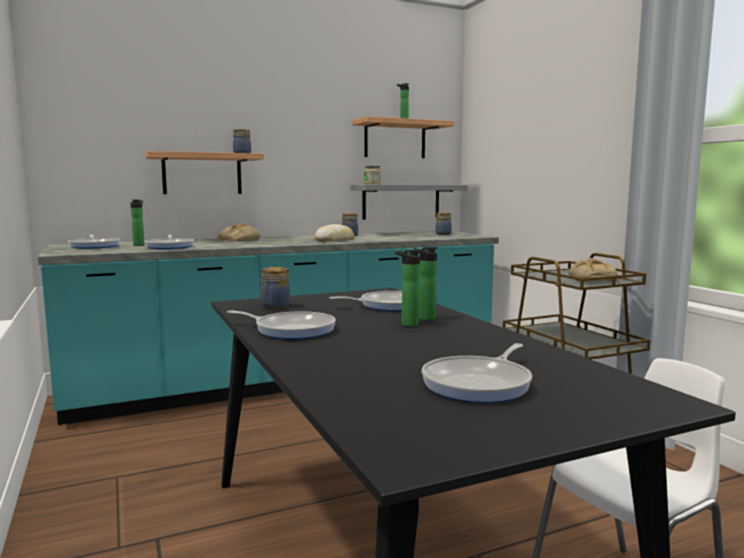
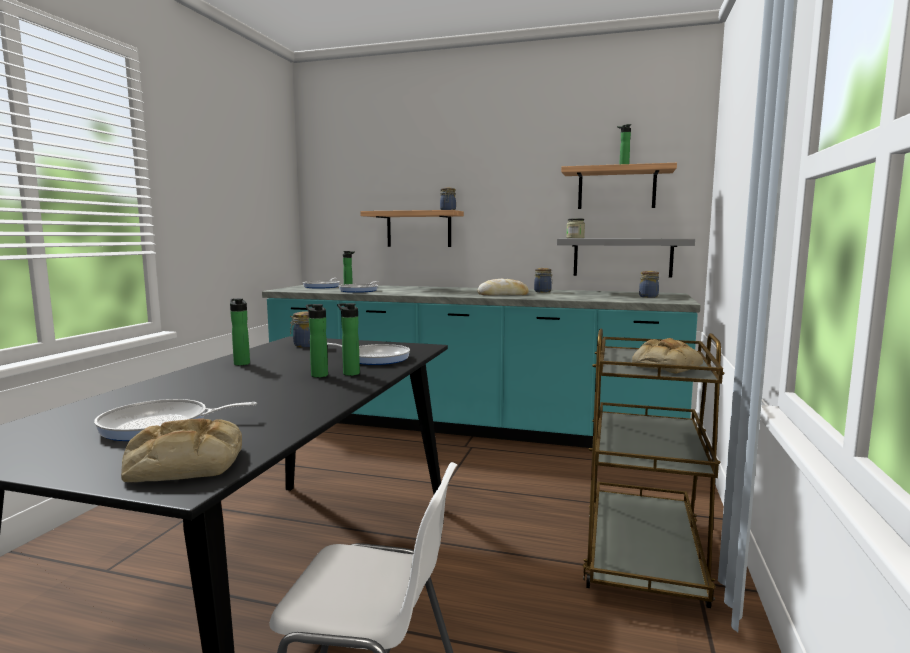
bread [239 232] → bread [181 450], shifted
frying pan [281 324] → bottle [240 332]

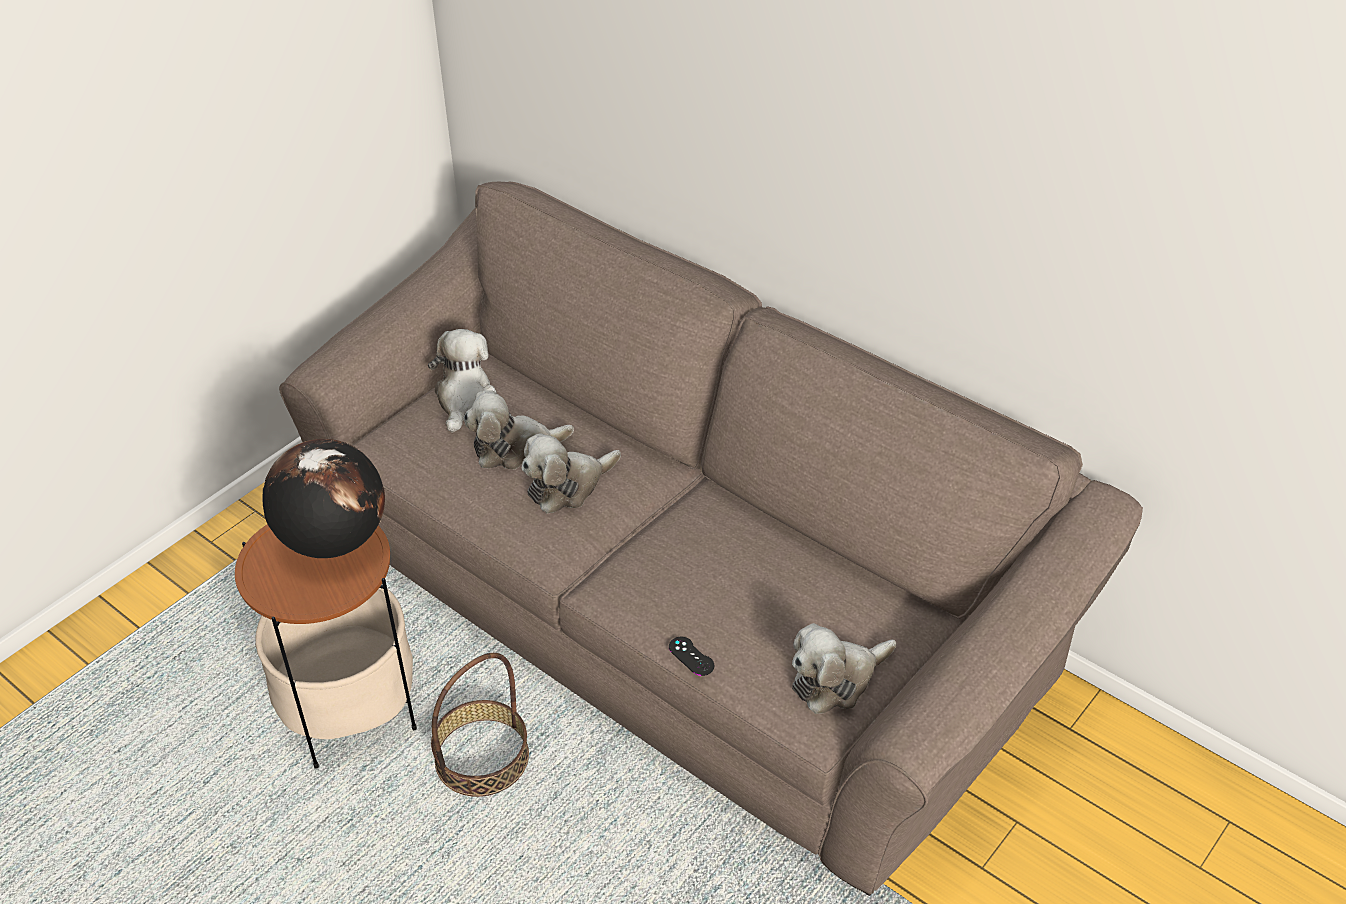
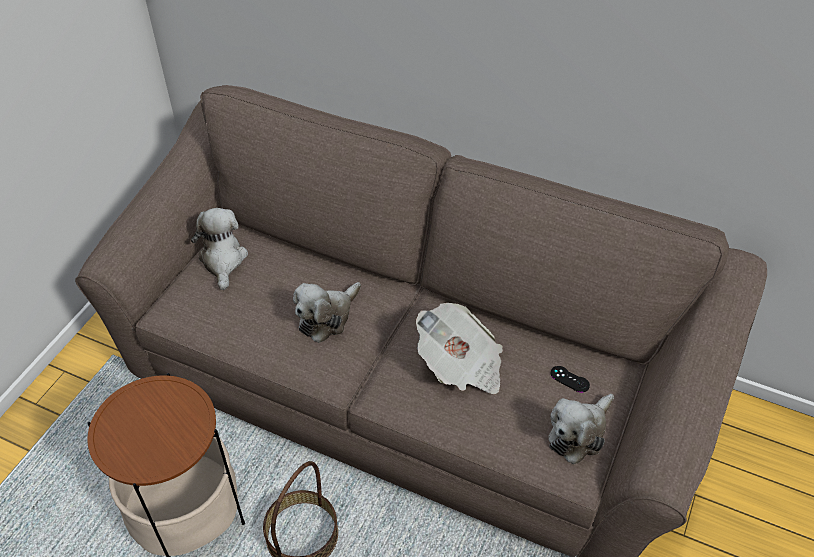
- → printed paper [459 348]
black game controller [691 656] → black game controller [570 379], shifted
desk globe [323 498] → -
plush toy [518 430] → -

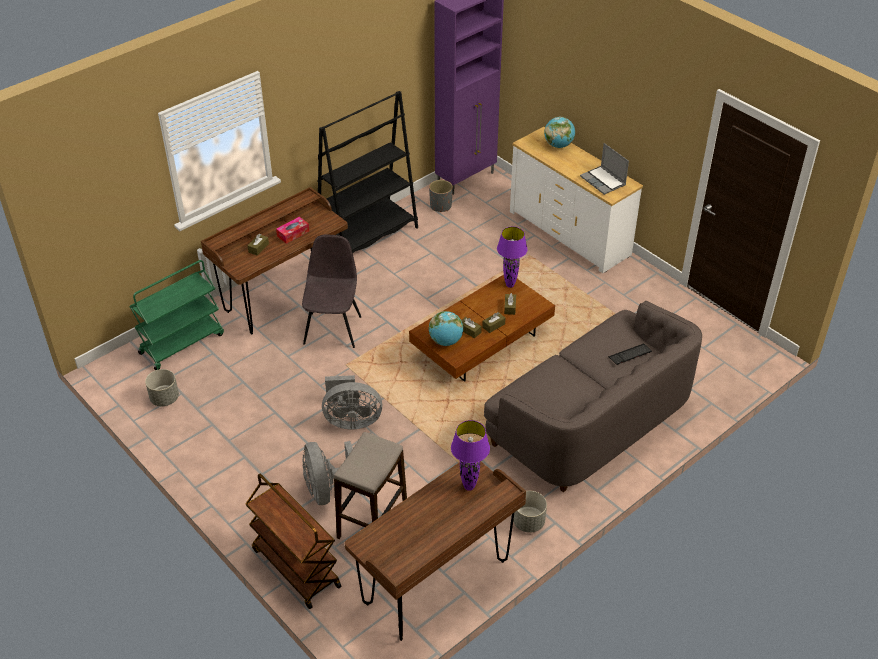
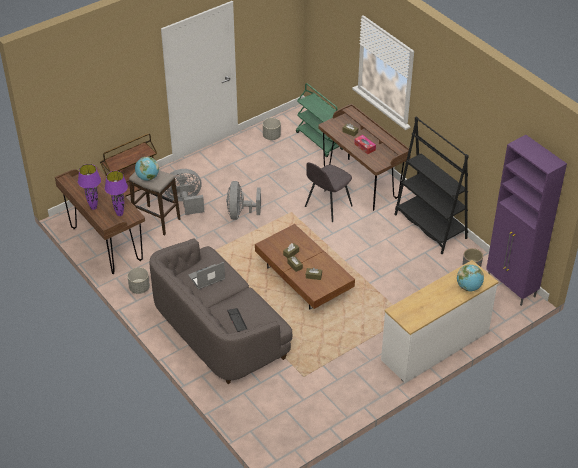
purple-coloured tabletop lamp [512 257] → purple-coloured tabletop lamp [89 187], shifted
desk globe [446 328] → desk globe [147 169], shifted
notebook computer [604 169] → notebook computer [206 276], shifted
grey plain chair [331 291] → grey plain chair [329 192], 120 degrees clockwise

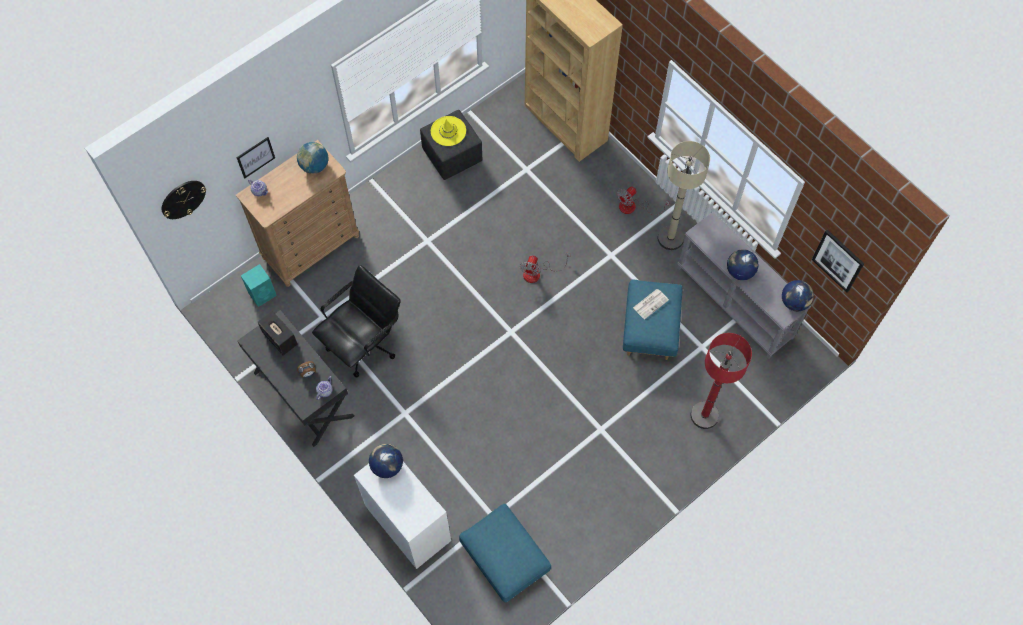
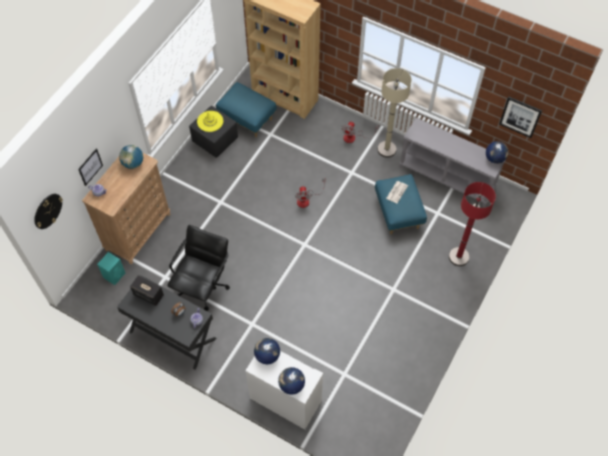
bluish footrest [505 553] → bluish footrest [246 109], shifted
desk globe [743 264] → desk globe [291 381], shifted

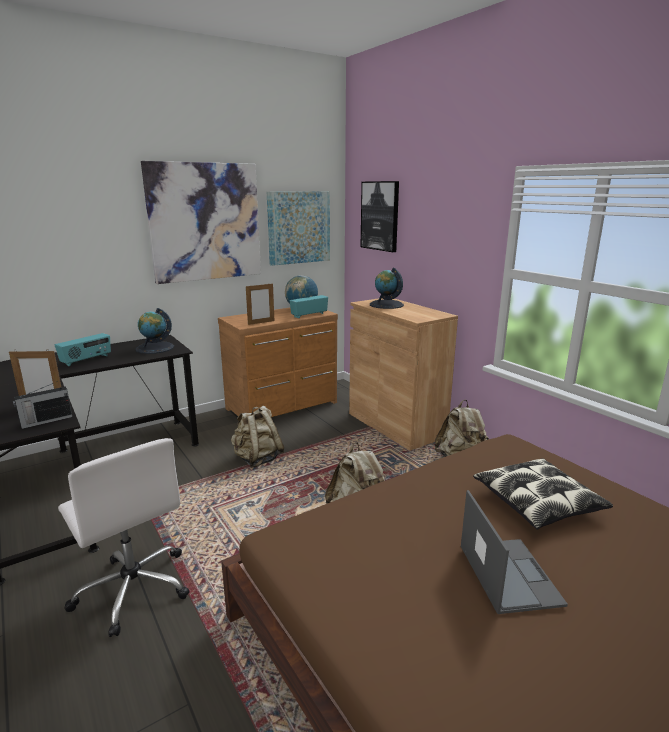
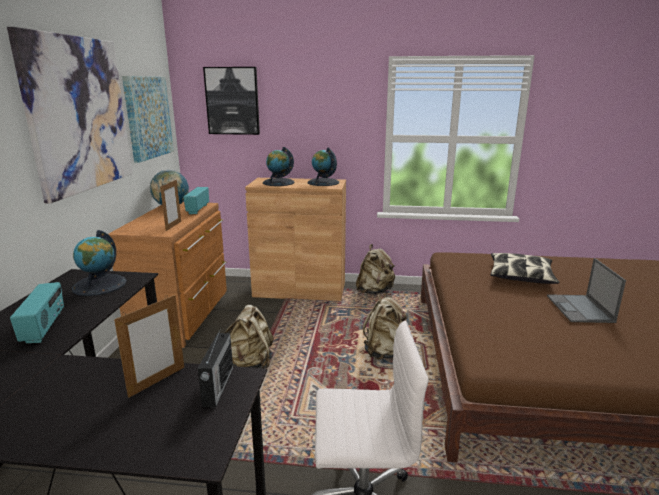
- → desk globe [323 167]
notebook computer [514 552] → notebook computer [586 290], 120 degrees counterclockwise

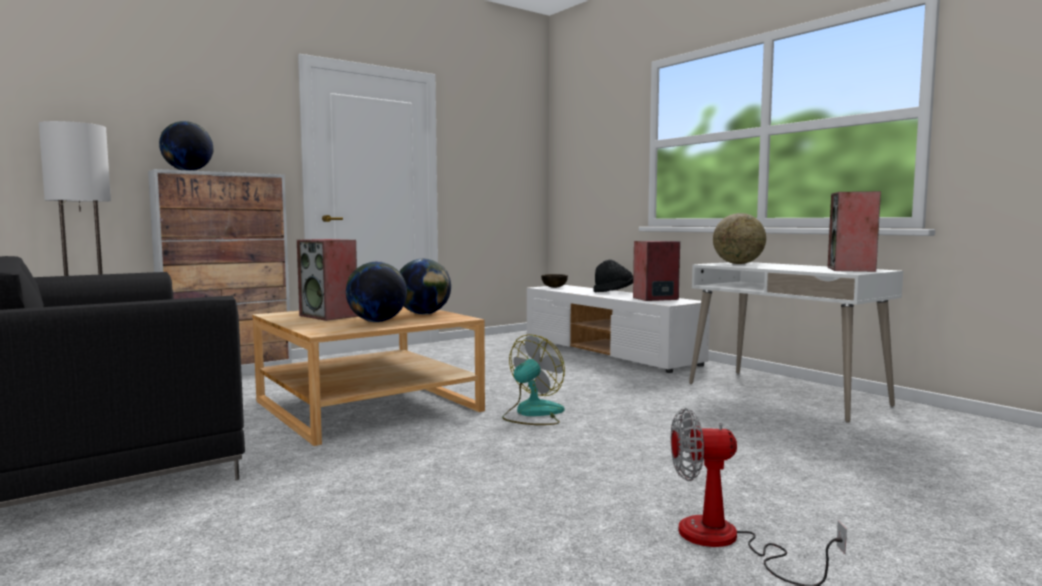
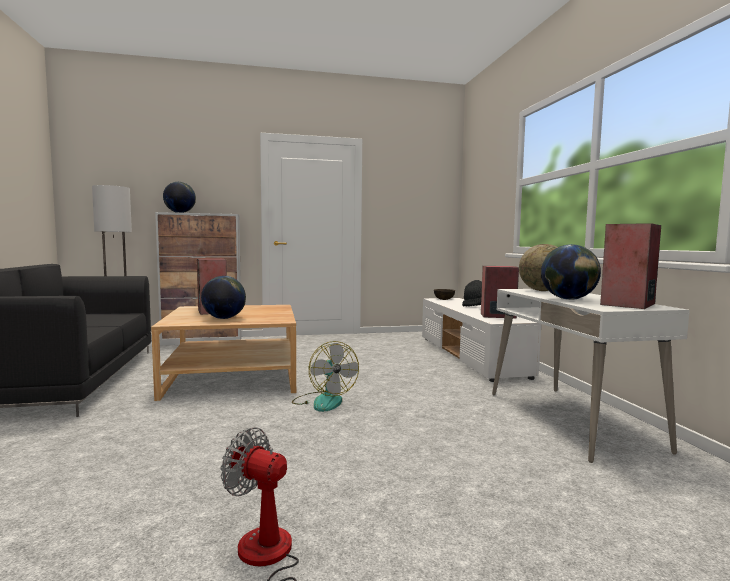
fan [533 379] → fan [325 376], 90 degrees clockwise
desk globe [425 287] → desk globe [571 272], shifted

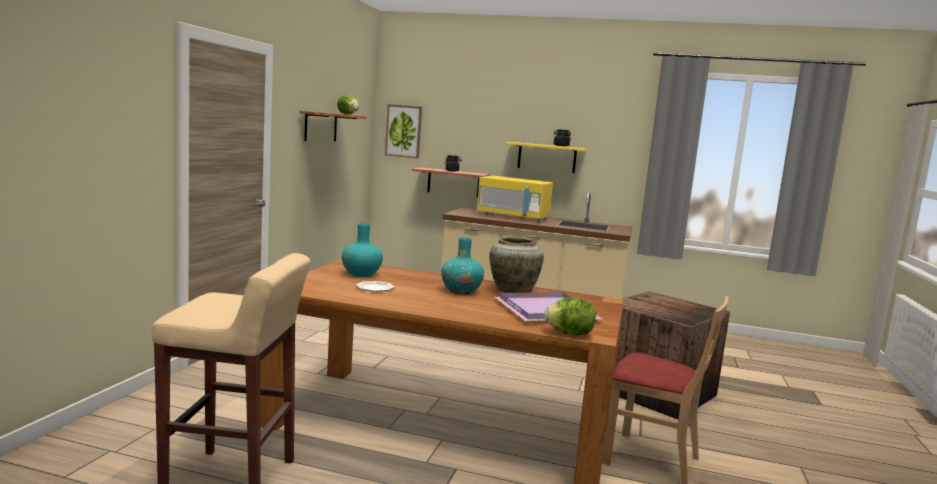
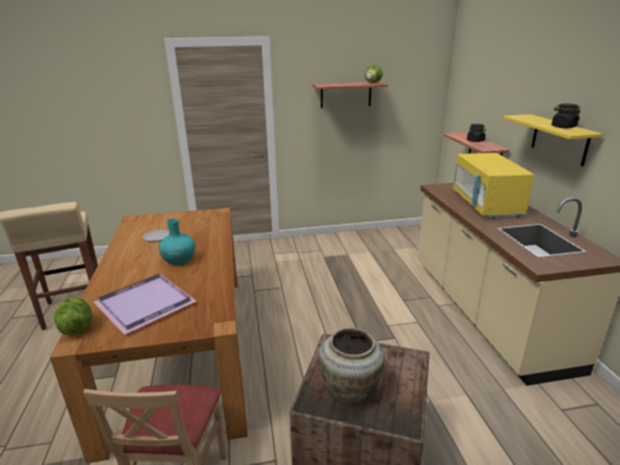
beige-coloured flower vase [516 265] → beige-coloured flower vase [351 366], shifted
turquoise-coloured flower vase [362 250] → -
picture [403 131] → -

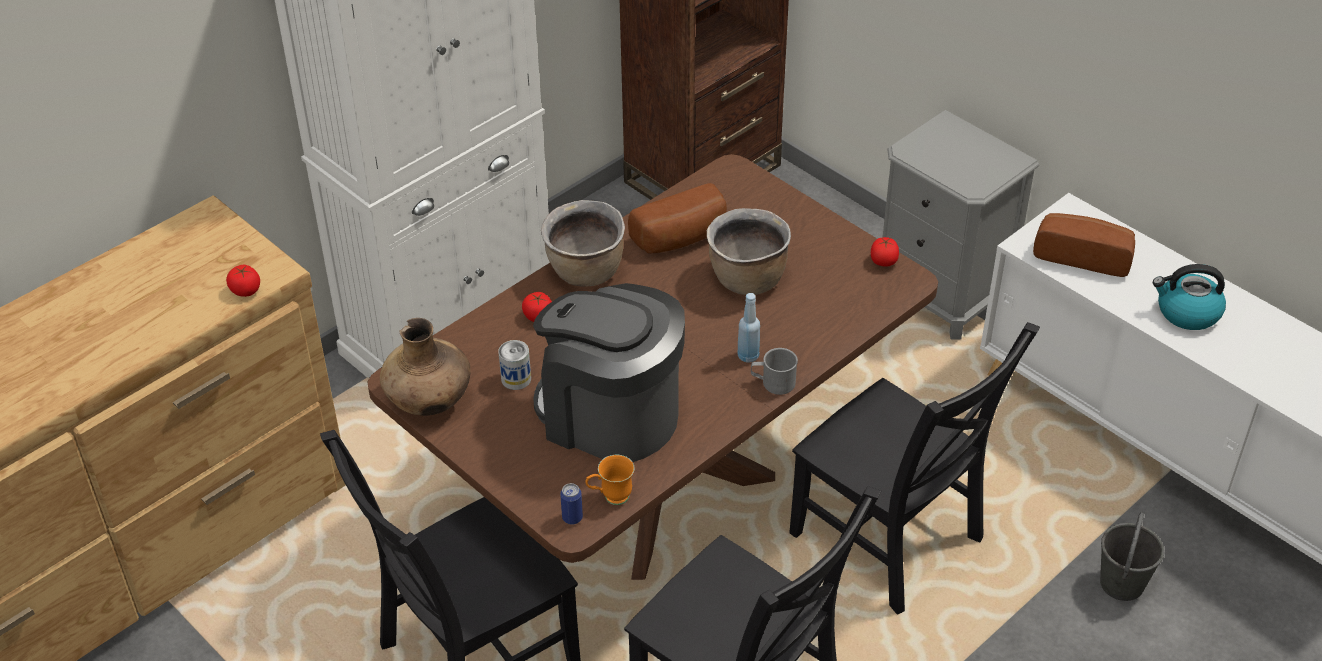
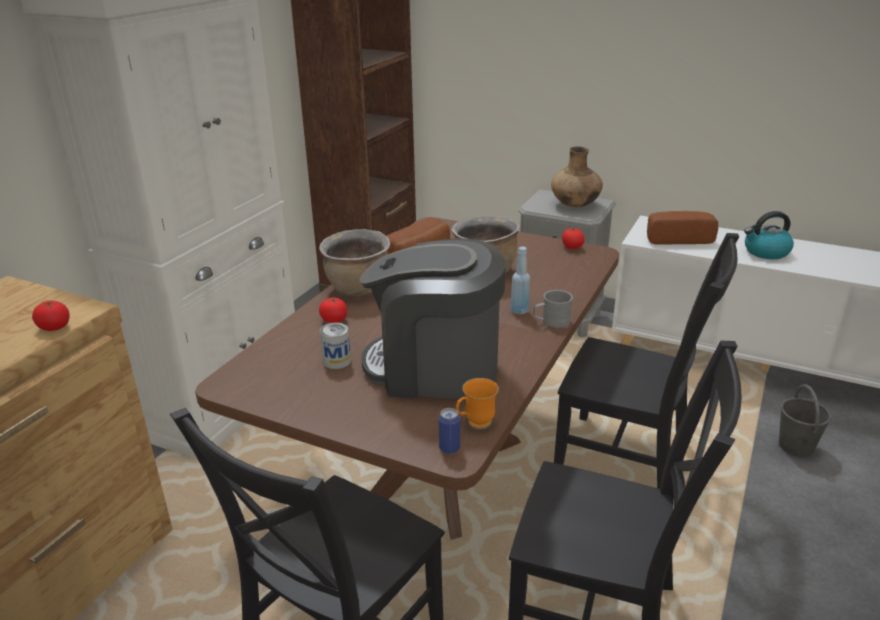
brown flower vase [425 367] → brown flower vase [577 176], shifted

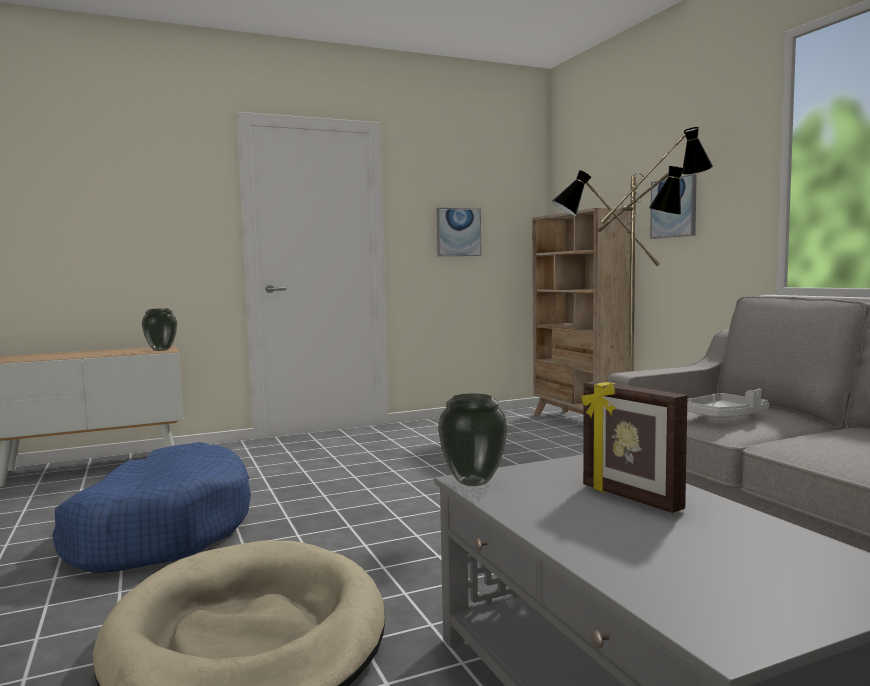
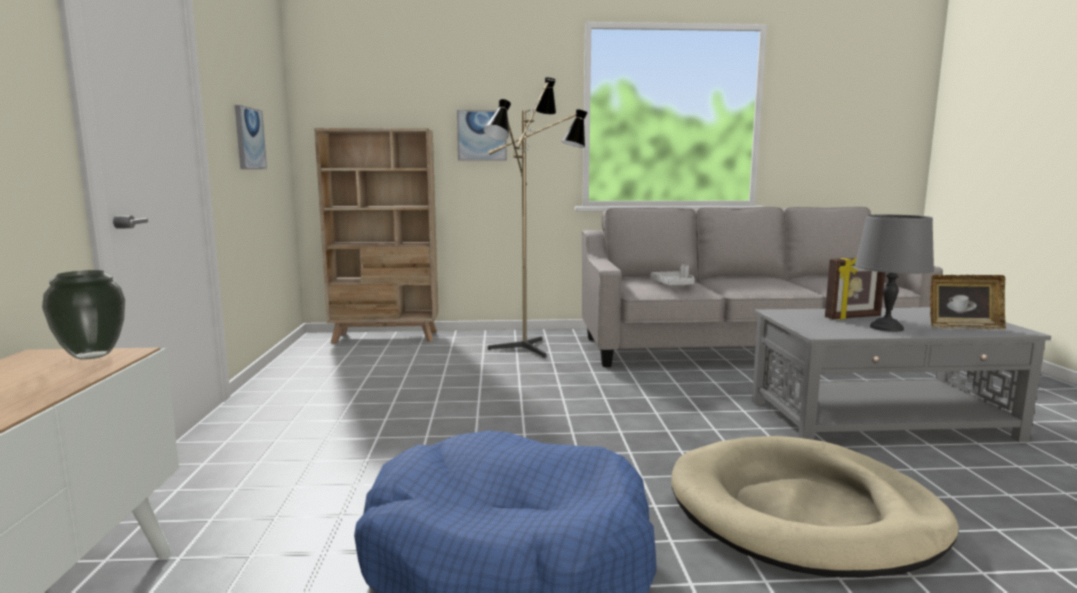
- → grey tabletop lamp [894 273]
- → standing frame [968 302]
flower vase [473 440] → -

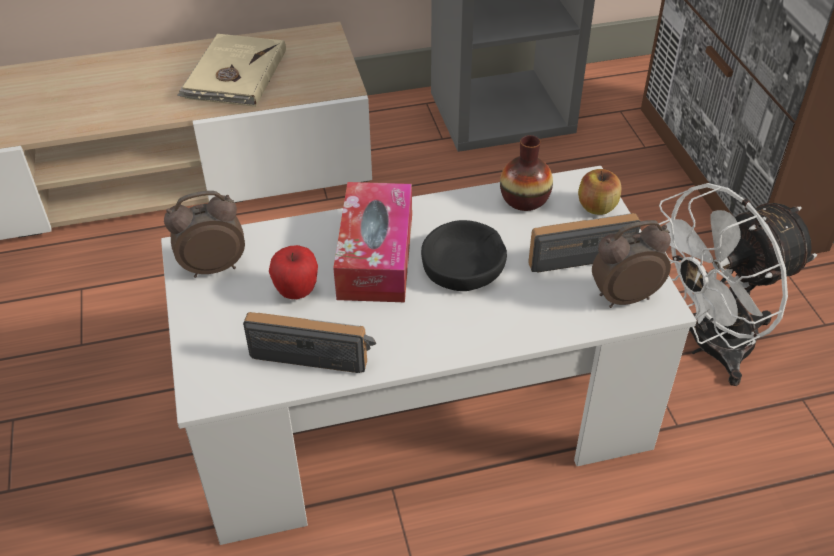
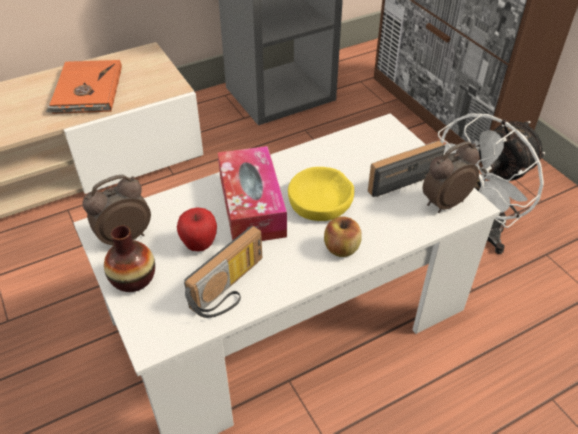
beige-coloured book [231 70] → orangey book [84 87]
flower vase [526 173] → flower vase [129 258], shifted
radio set [309 342] → radio set [223 272], 135 degrees clockwise
black serving bowl [464 255] → yellowish serving bowl [321 194]
apple [600 192] → apple [343 236], shifted

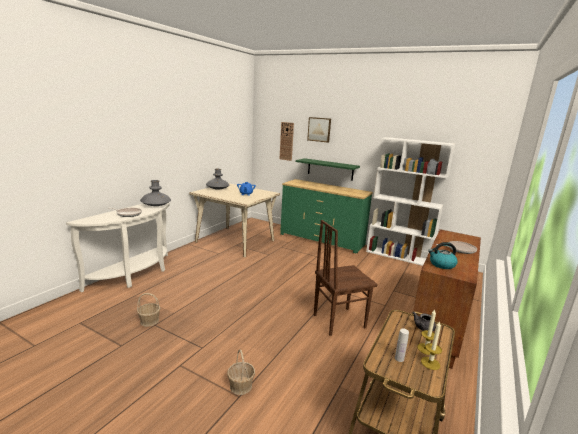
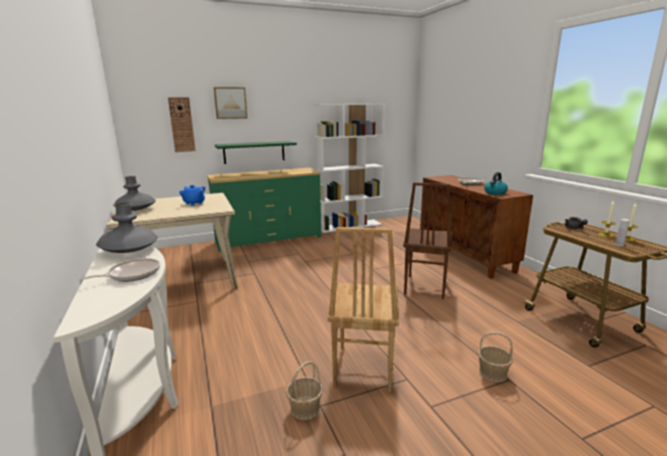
- → brown plain chair [363 309]

